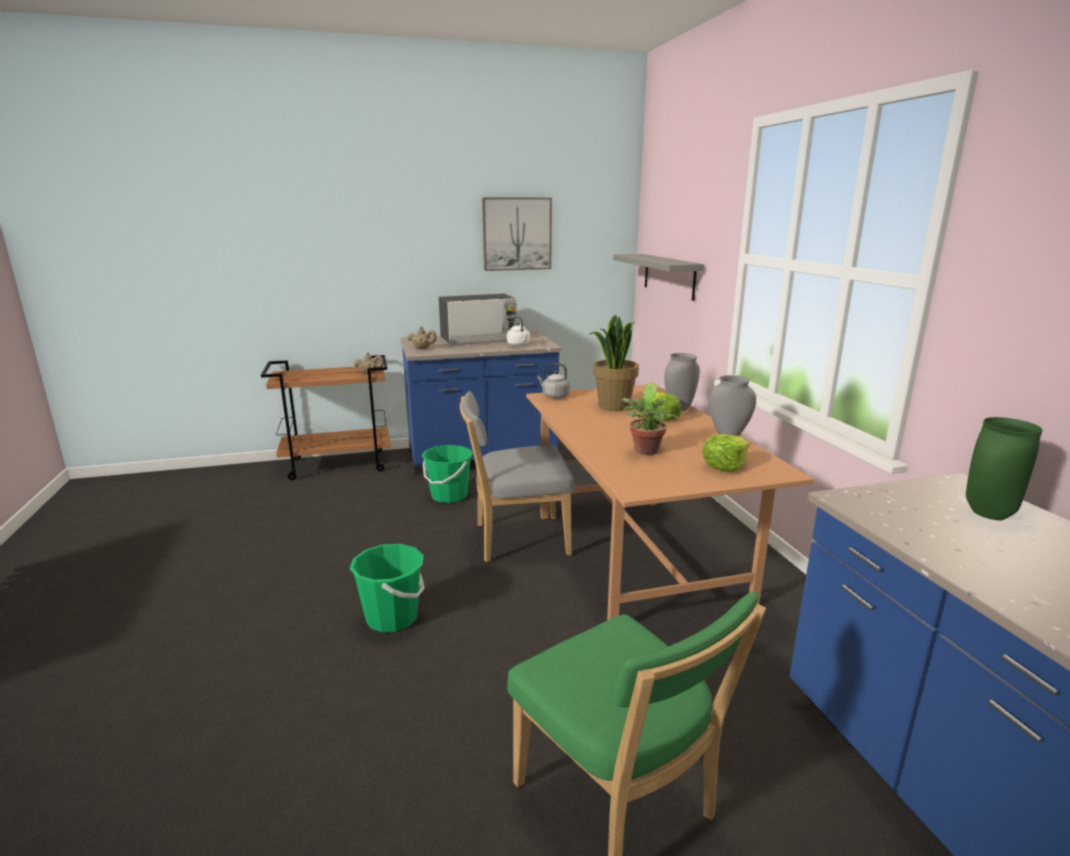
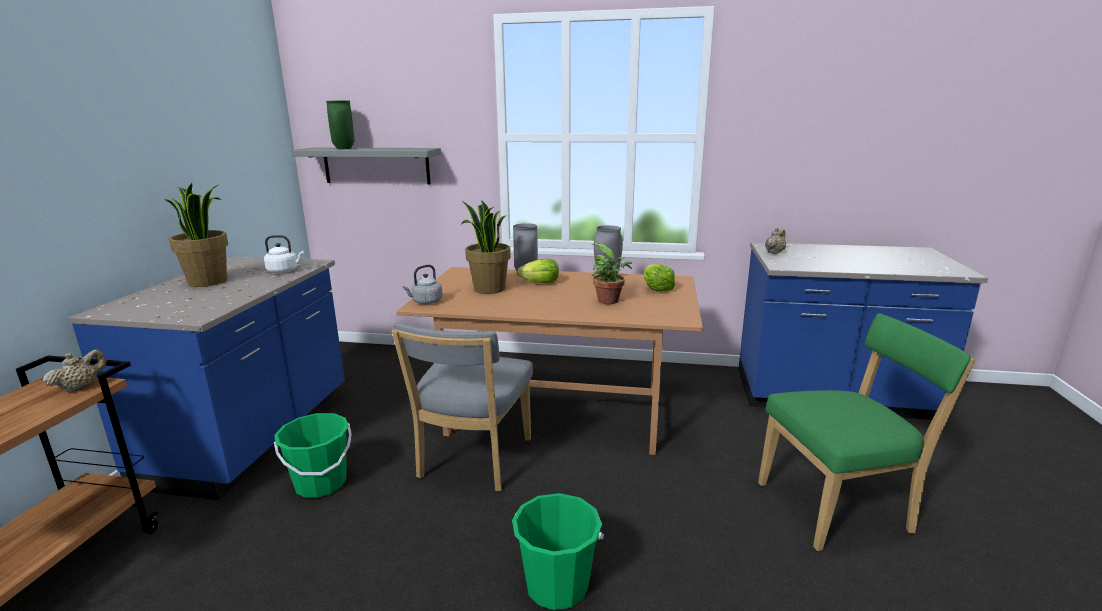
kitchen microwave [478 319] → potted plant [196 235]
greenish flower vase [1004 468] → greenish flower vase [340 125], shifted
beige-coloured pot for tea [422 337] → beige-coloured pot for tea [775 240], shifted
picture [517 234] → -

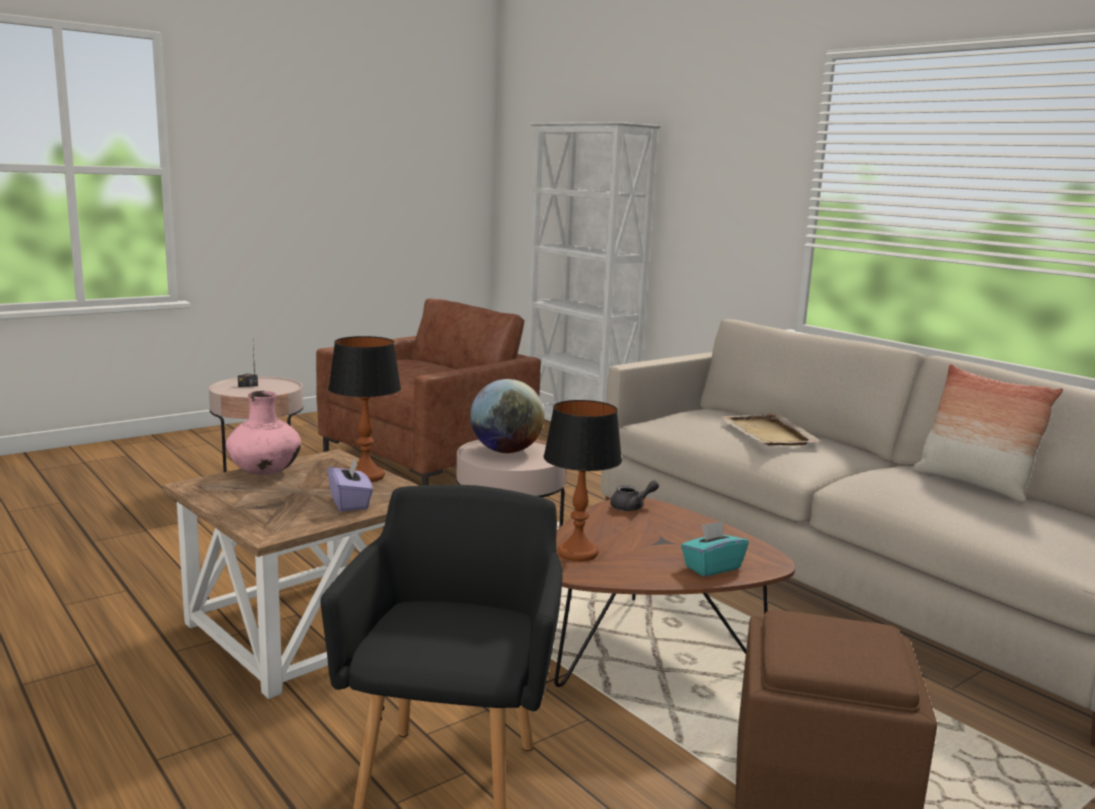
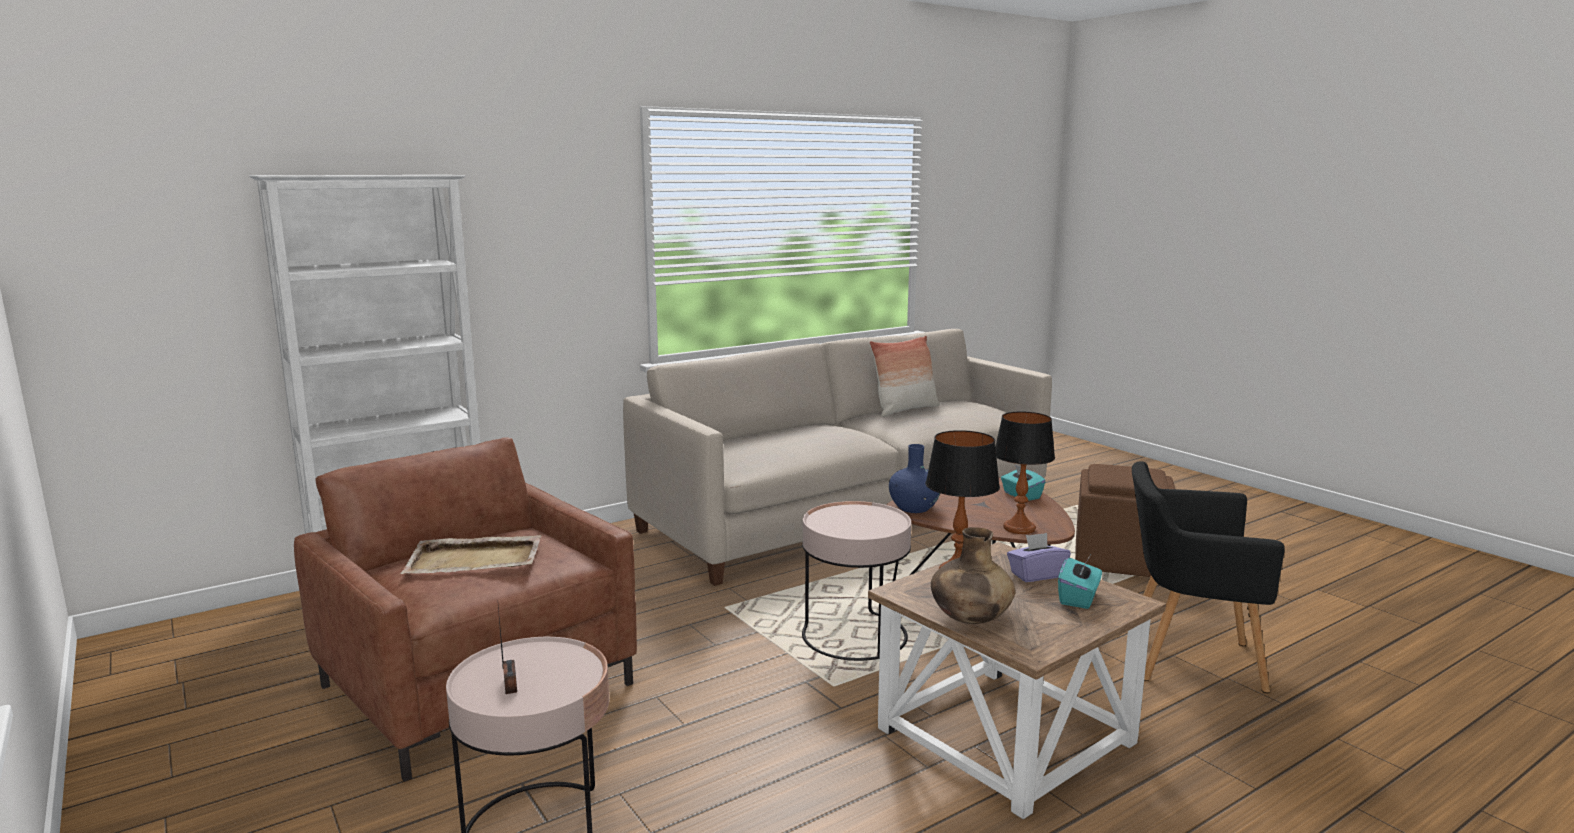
beige-coloured tray [770 429] → beige-coloured tray [471 554], shifted
grey pot for tea [634 495] → bluish flower vase [914 478]
pink-coloured flower vase [263 433] → brown flower vase [973 575]
- → turquoise-coloured tissue holder [1080 582]
desk globe [507 416] → -

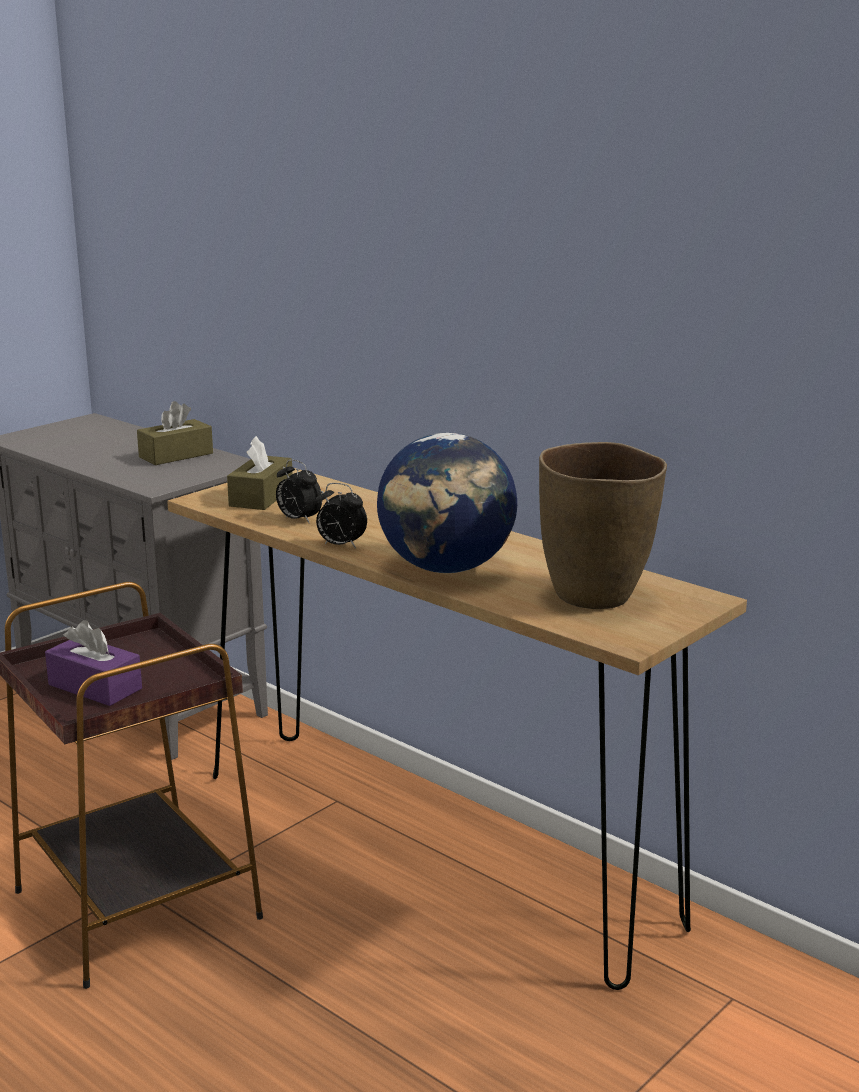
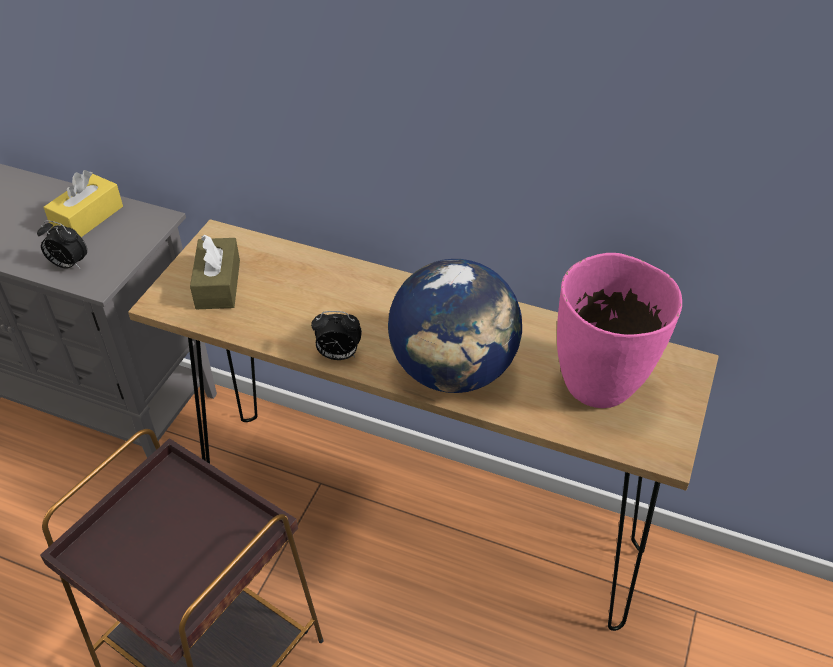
bedside clock [299 491] → bedside clock [62 244], shifted
brown tissue holder [175 433] → yellowish tissue holder [83 203]
brown flower vase [603 525] → pink-coloured flower vase [619 330]
purple-coloured tissue holder [93 663] → -

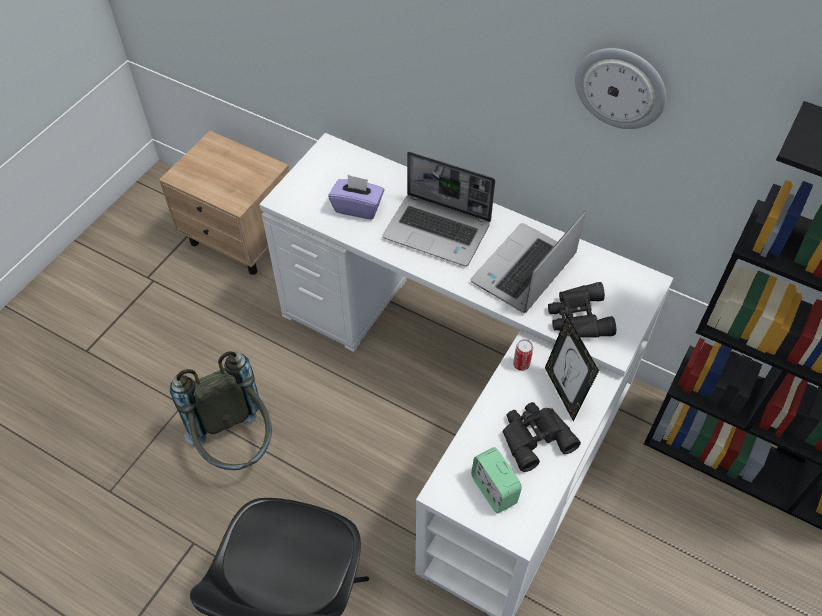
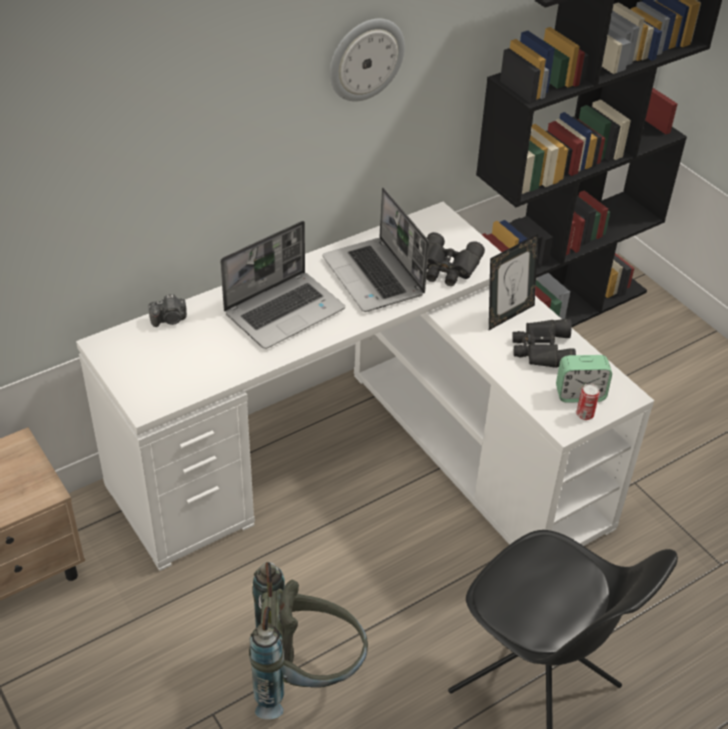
- → still camera [168 310]
standing frame [572 368] → standing frame [513 282], 45 degrees counterclockwise
metal can [523 355] → metal can [588 401], shifted
purple-coloured tissue holder [356 197] → -

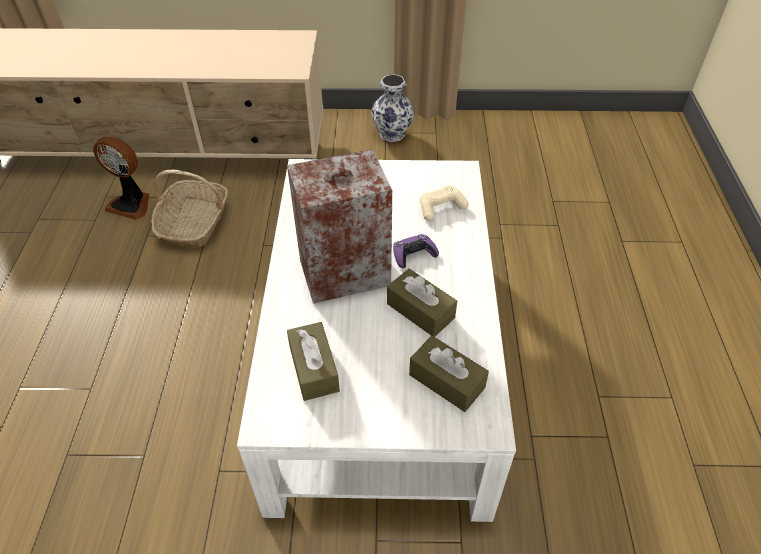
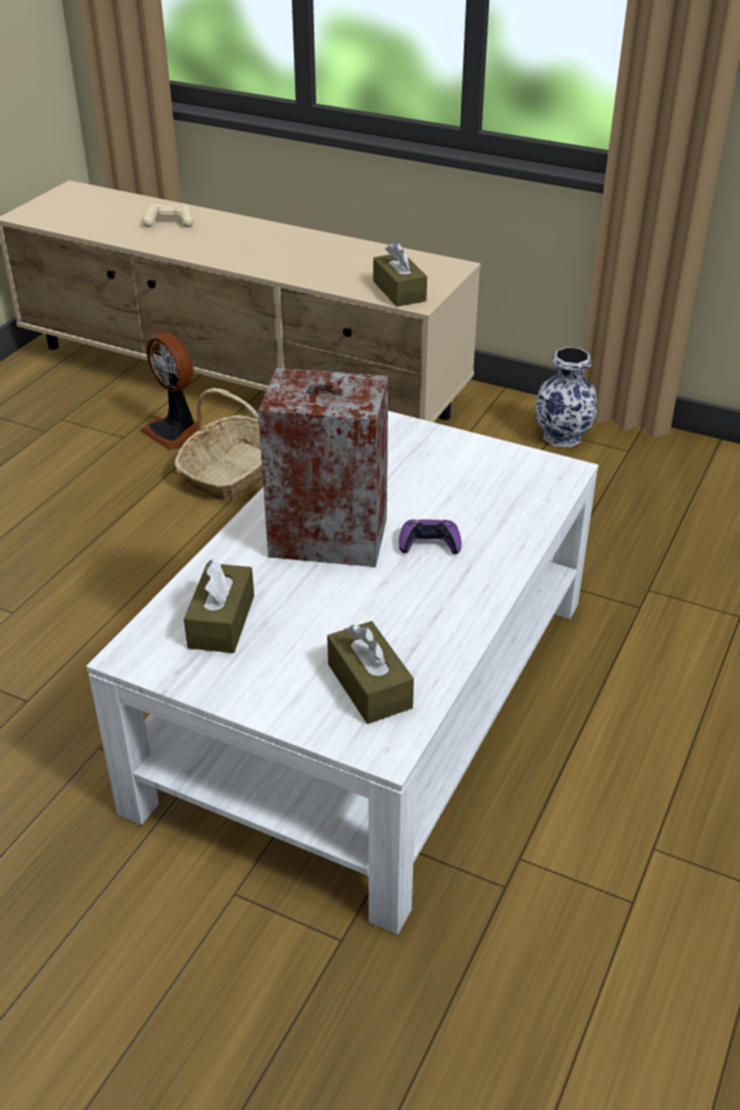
beige-coloured game controller [444 203] → beige-coloured game controller [168 215], shifted
brown tissue holder [422 303] → brown tissue holder [400 274], shifted

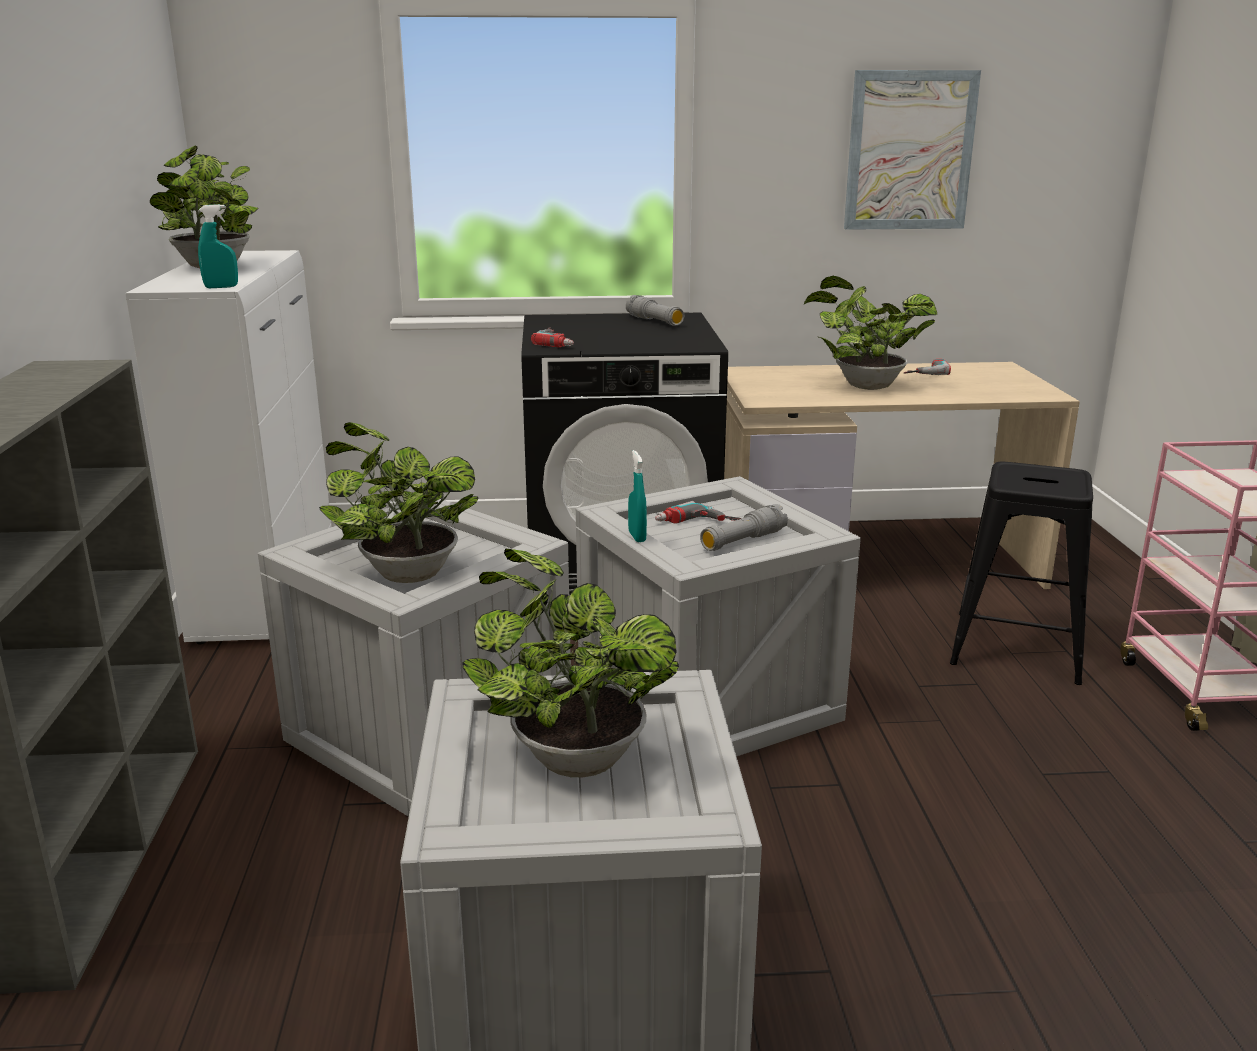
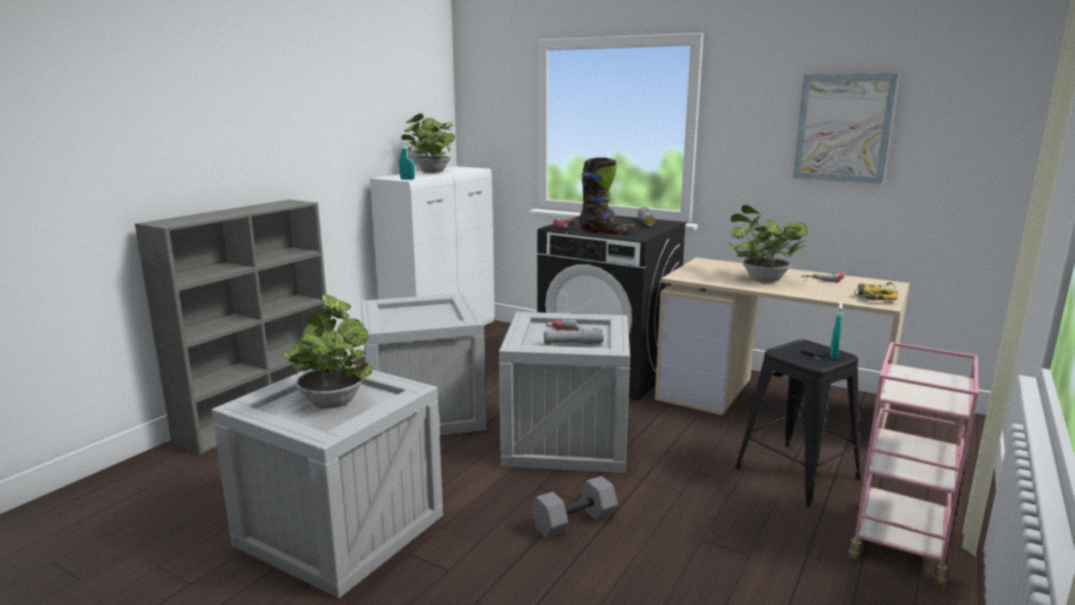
- → grey free weight [575 507]
- → black tall boot [607 195]
turquoise-coloured sprayer [637 496] → turquoise-coloured sprayer [836 330], shifted
- → drill [876 291]
potted plant [398 502] → -

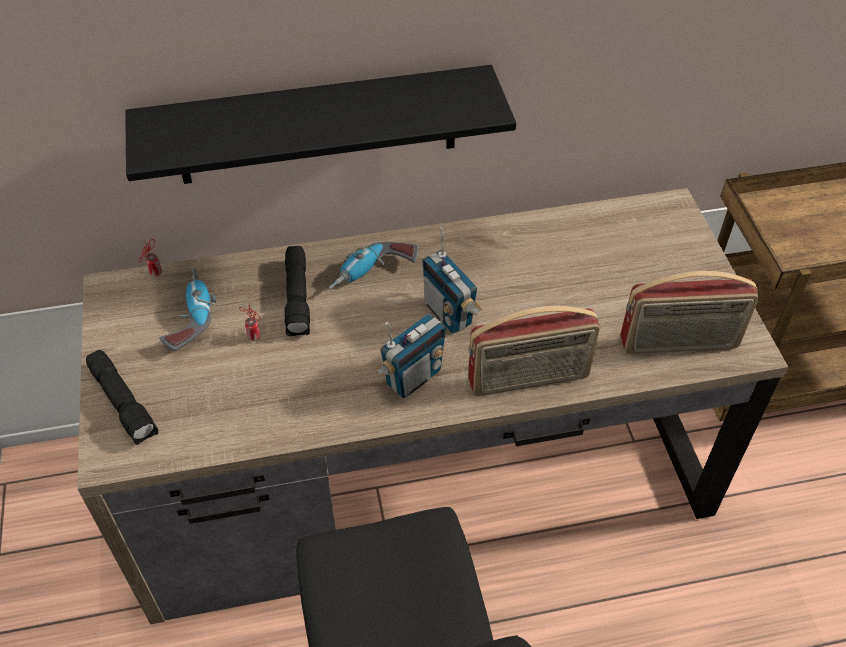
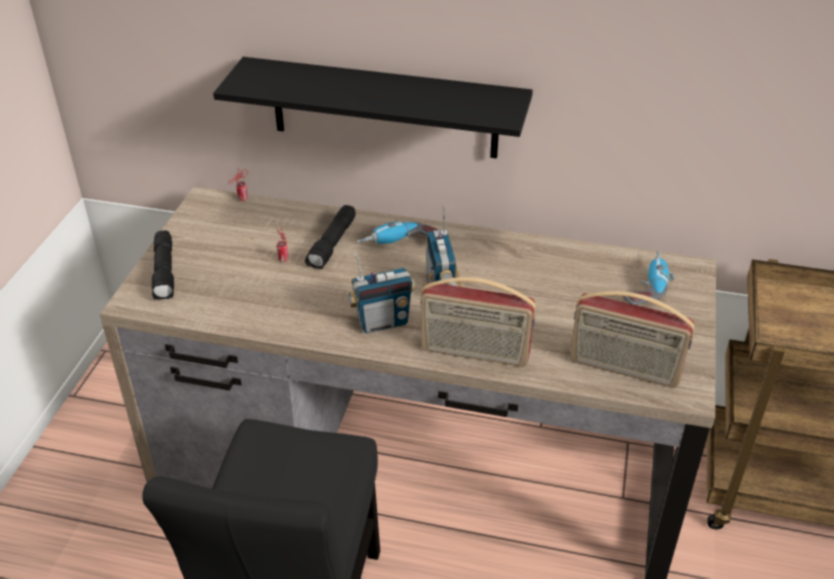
drill [187 309] → drill [648 278], shifted

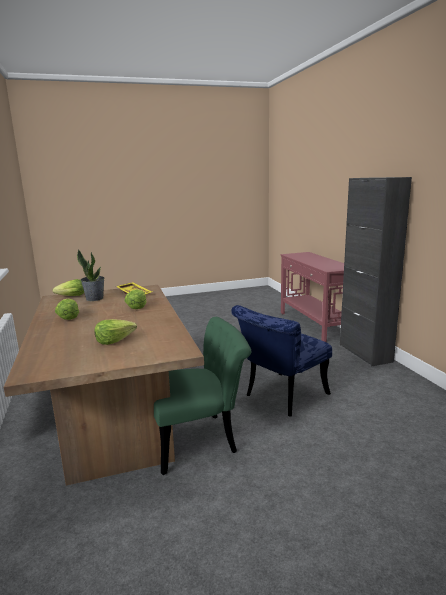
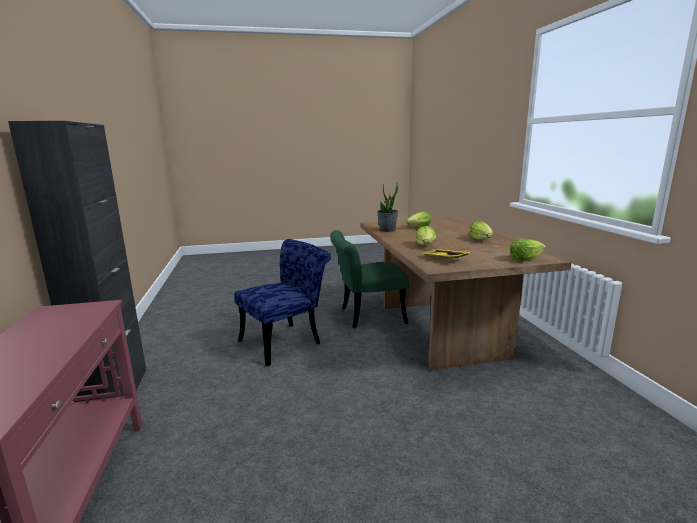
potted plant [90 275] → potted plant [388 208], shifted

